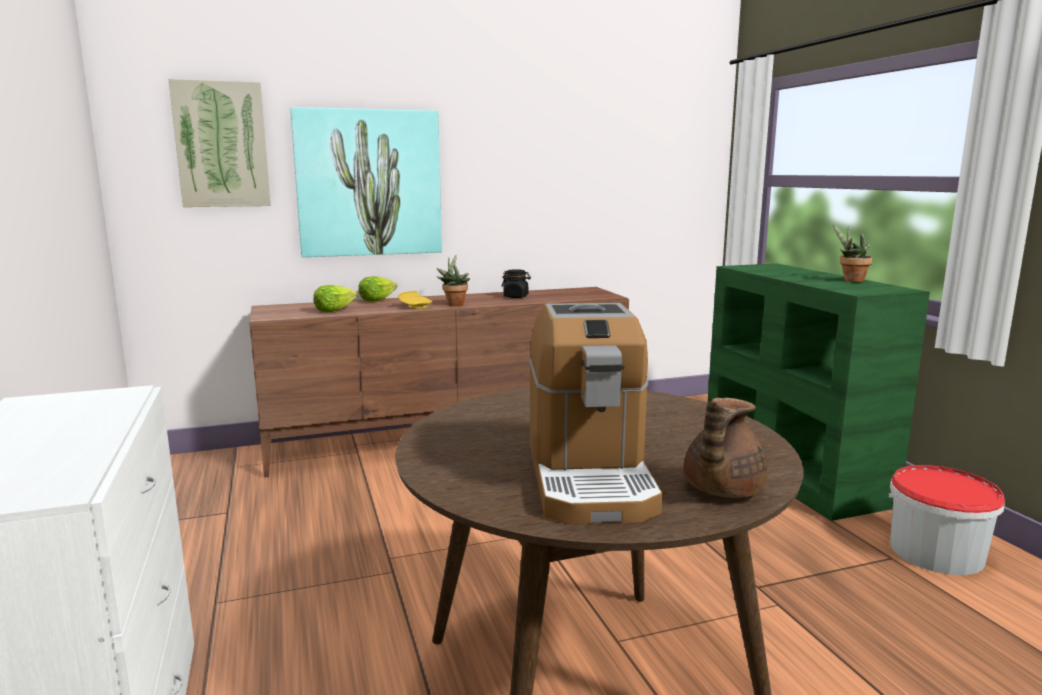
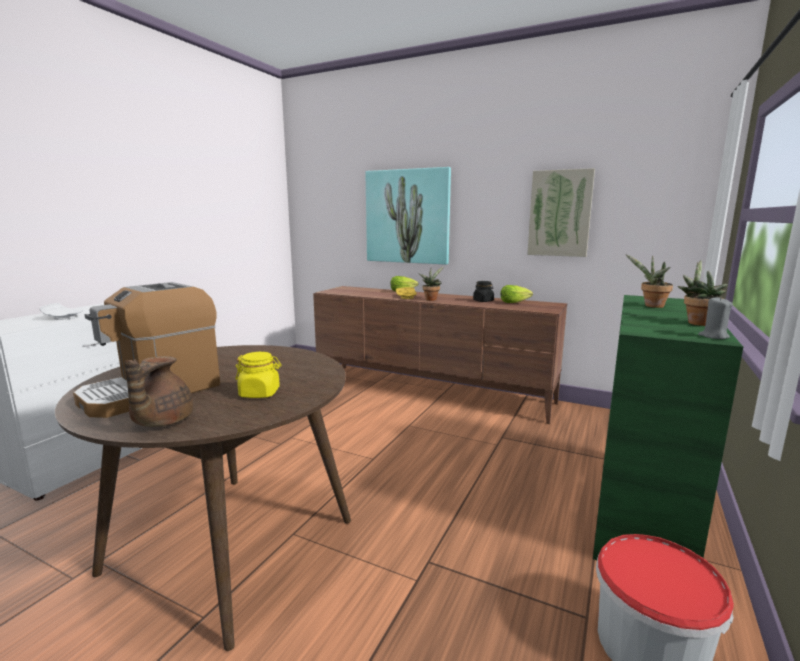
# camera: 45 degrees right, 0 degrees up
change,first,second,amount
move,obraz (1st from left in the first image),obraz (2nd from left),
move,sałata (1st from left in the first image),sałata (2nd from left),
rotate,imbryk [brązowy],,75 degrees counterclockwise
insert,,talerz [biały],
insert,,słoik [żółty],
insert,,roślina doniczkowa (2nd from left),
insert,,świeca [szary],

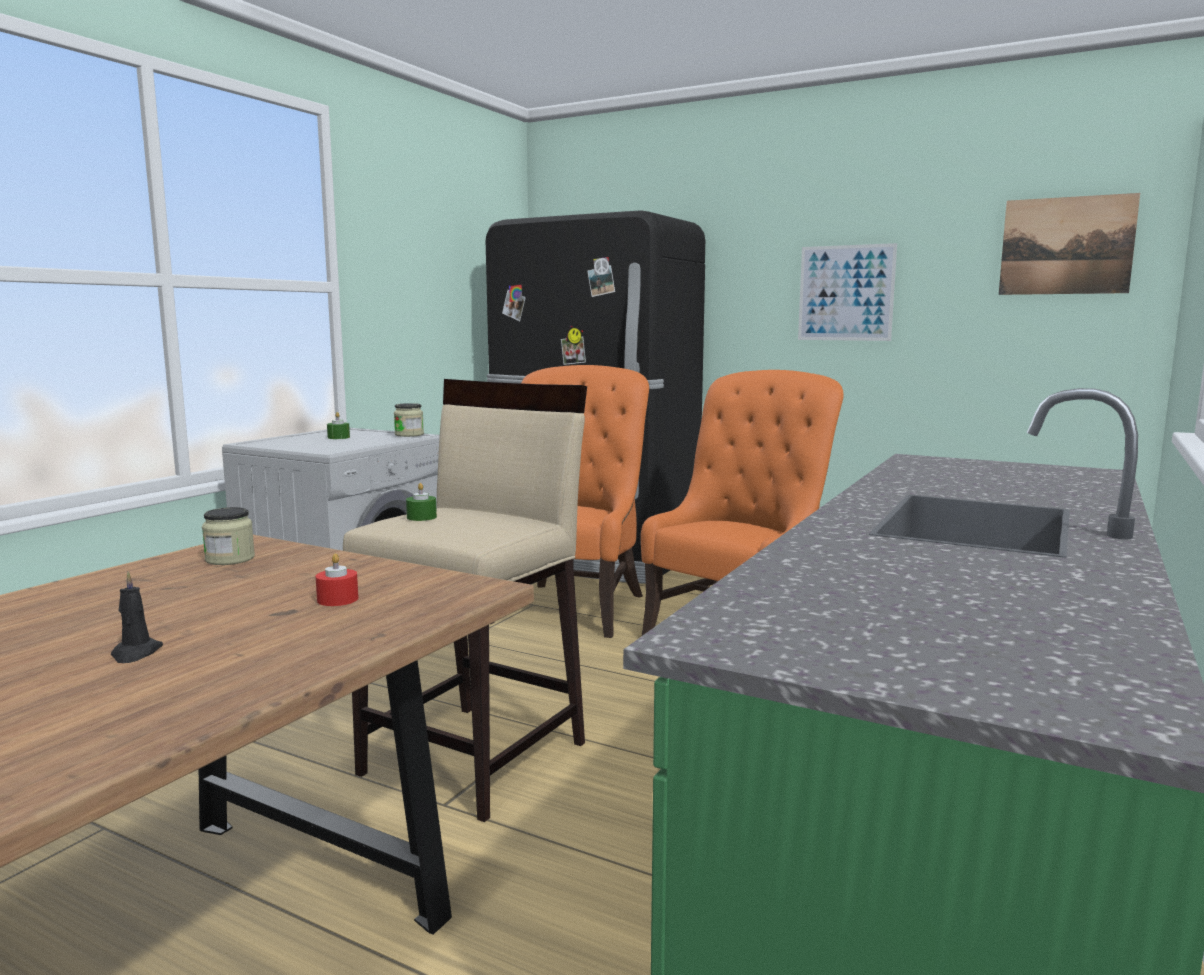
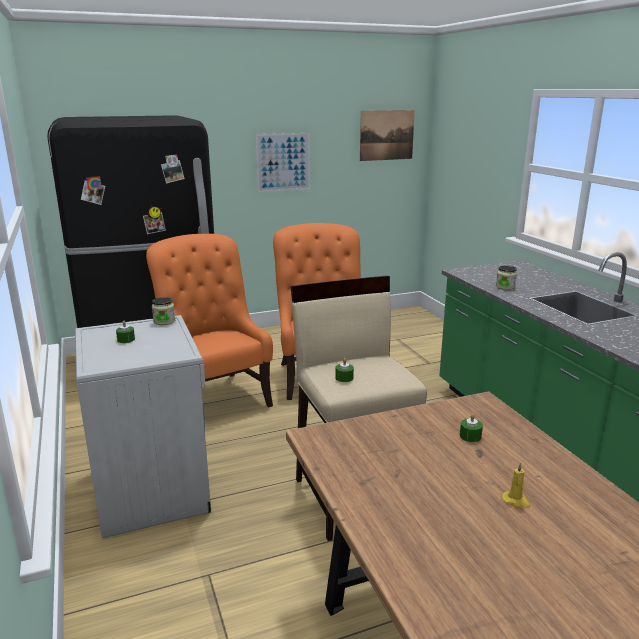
# camera: 50 degrees left, 10 degrees up
change,first,second,amount
recolor,świeca [czarny],świeca [żółty],
move,słoik (1st from left in the first image),słoik (2nd from left),
recolor,świeca [czerwony],świeca [zielony] (3rd from left),

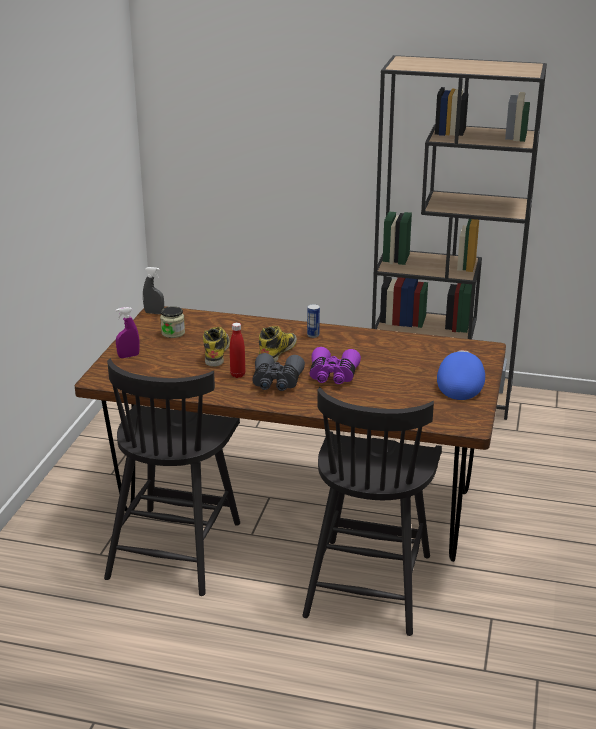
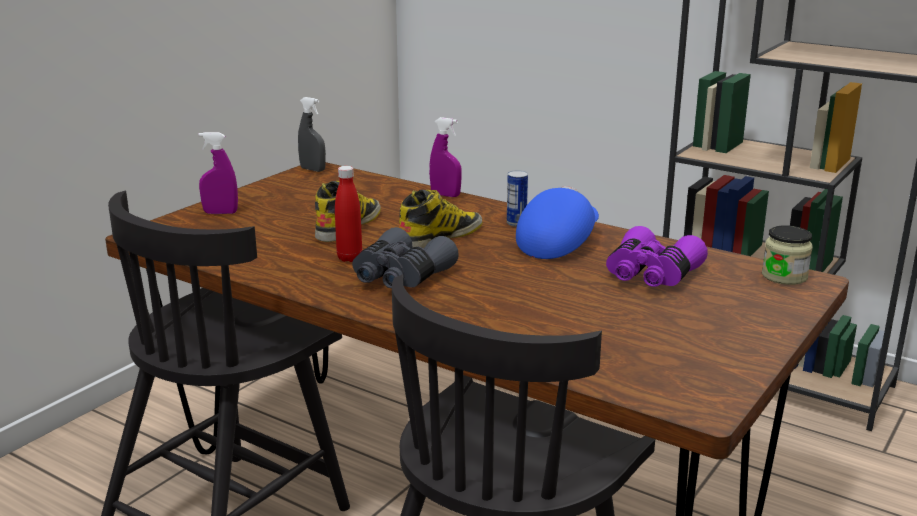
# camera: 20 degrees right, 5 degrees down
change,first,second,amount
move,słoik,,
move,lornetka [fioletowy],,
move,czapka z daszkiem [niebieski],,
insert,,spryskiwacz [fioletowy] (2nd from left),

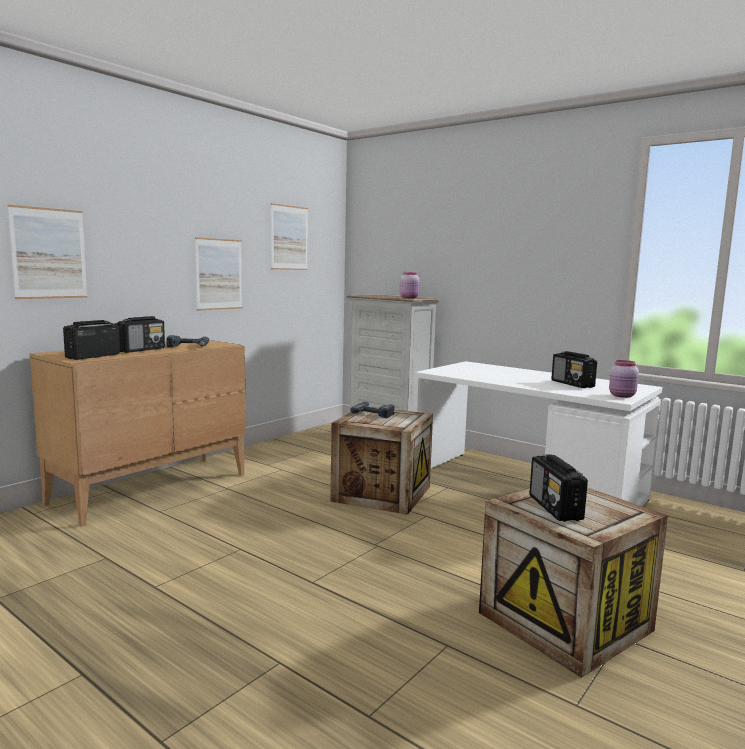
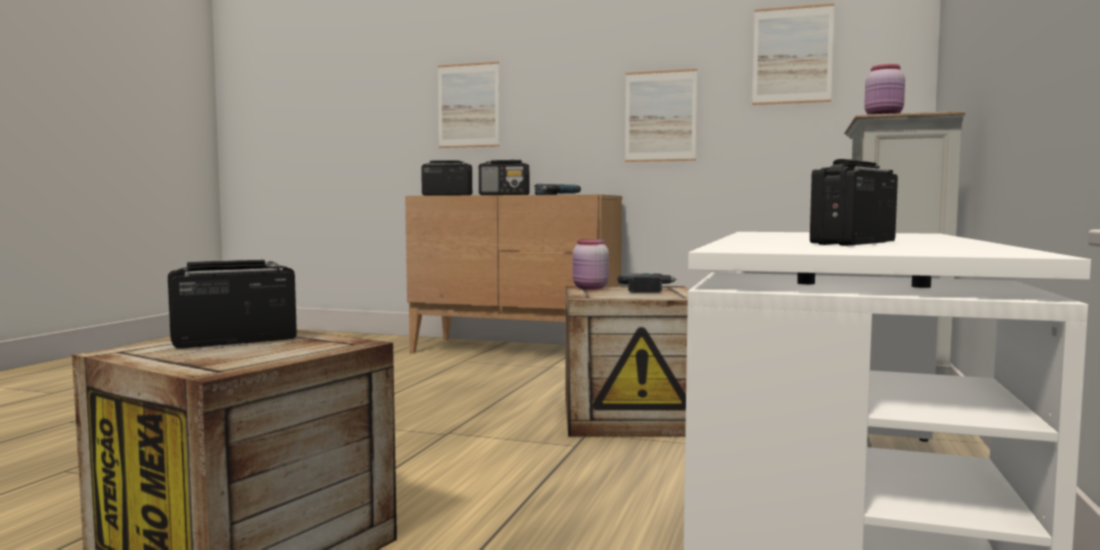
# camera: 70 degrees right, 5 degrees down
change,first,second,amount
move,słoik [różowy] (2nd from left in the first image),słoik [różowy] (1st from left),

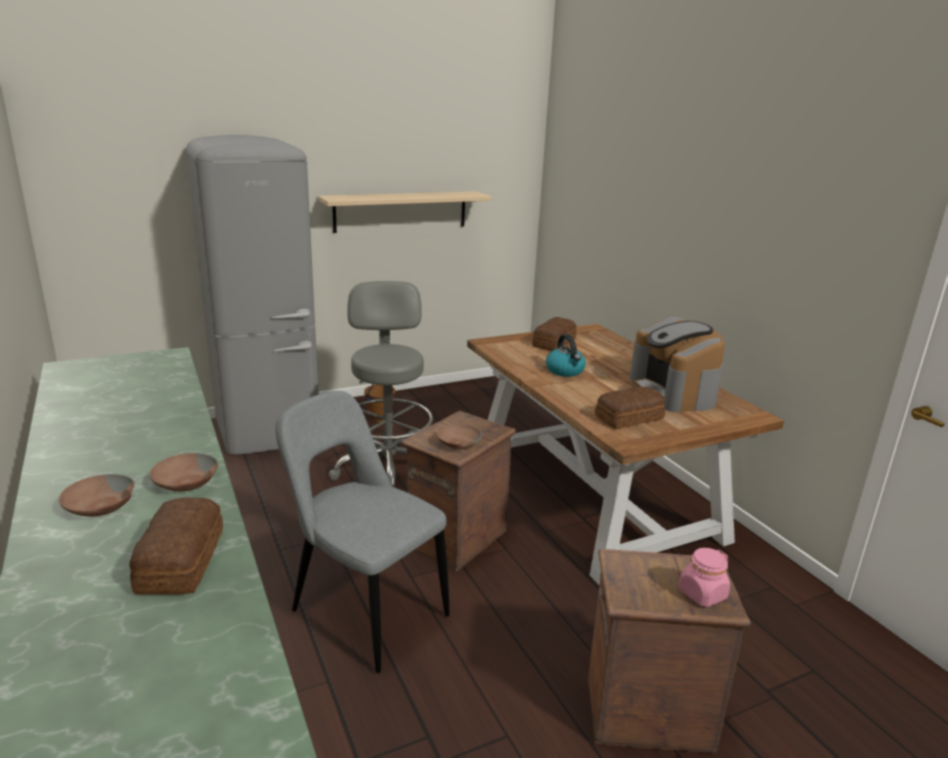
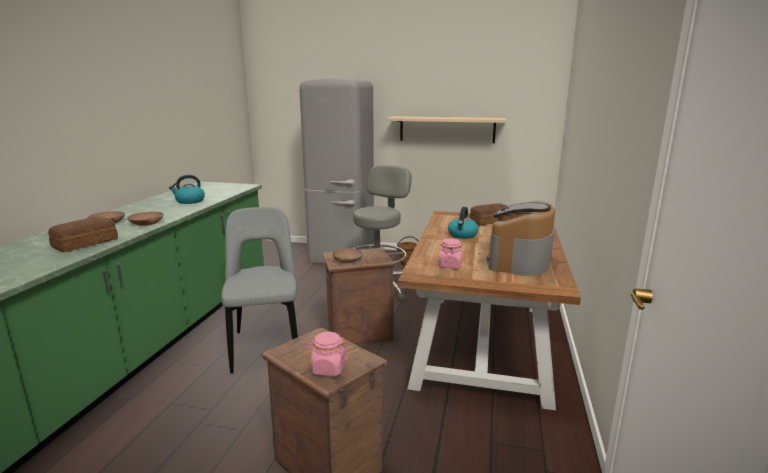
# camera: 40 degrees right, 5 degrees down
change,first,second,amount
replace,chleb (3rd from left),słoik [różowy] (2nd from left),
insert,,czajnik (1st from left),

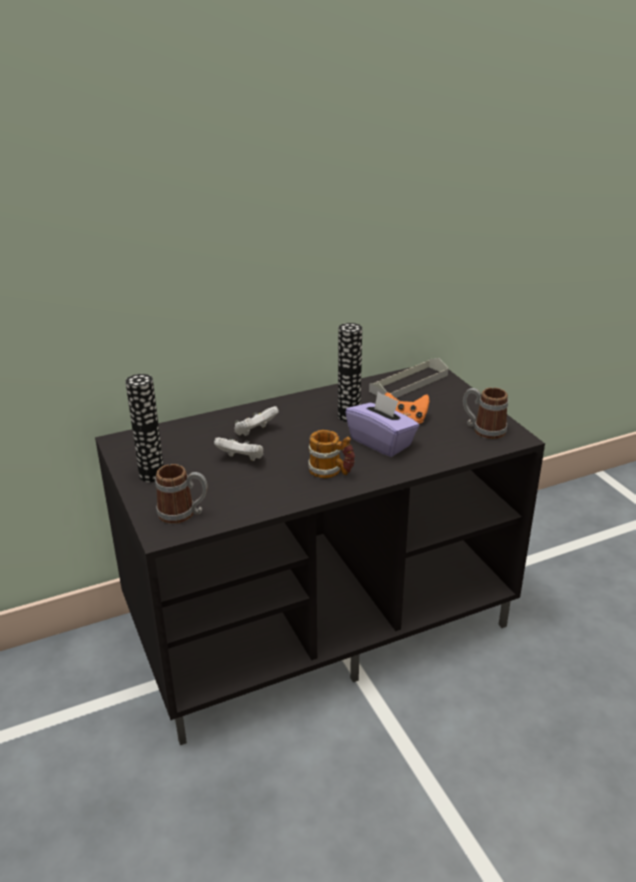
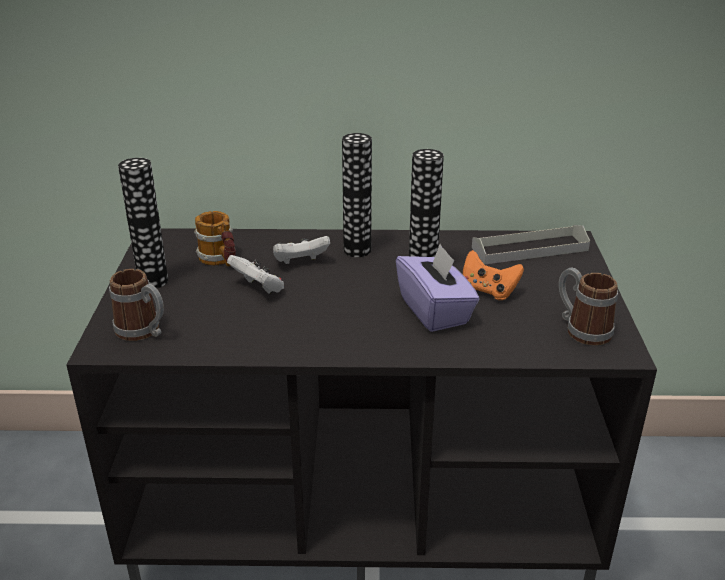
# camera: 25 degrees right, 0 degrees up
change,first,second,amount
move,kubek (2nd from left),,
insert,,wazon (2nd from left),

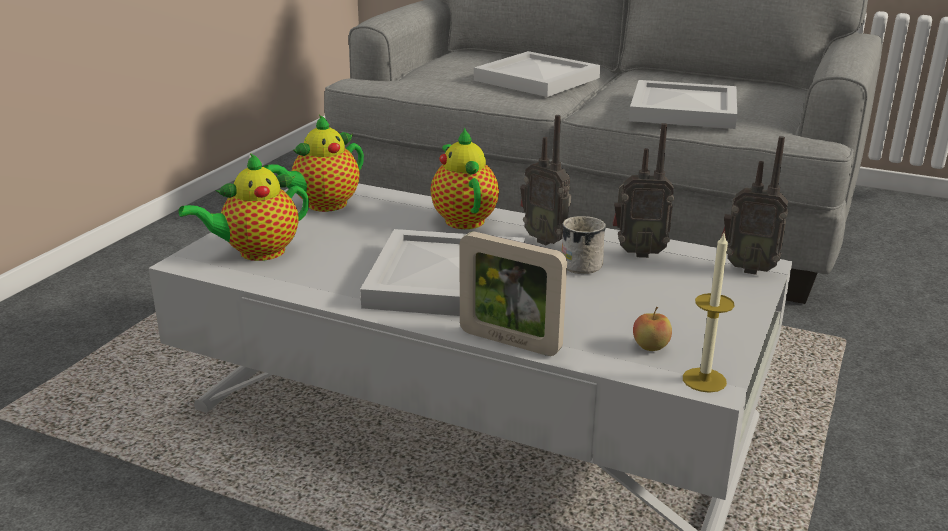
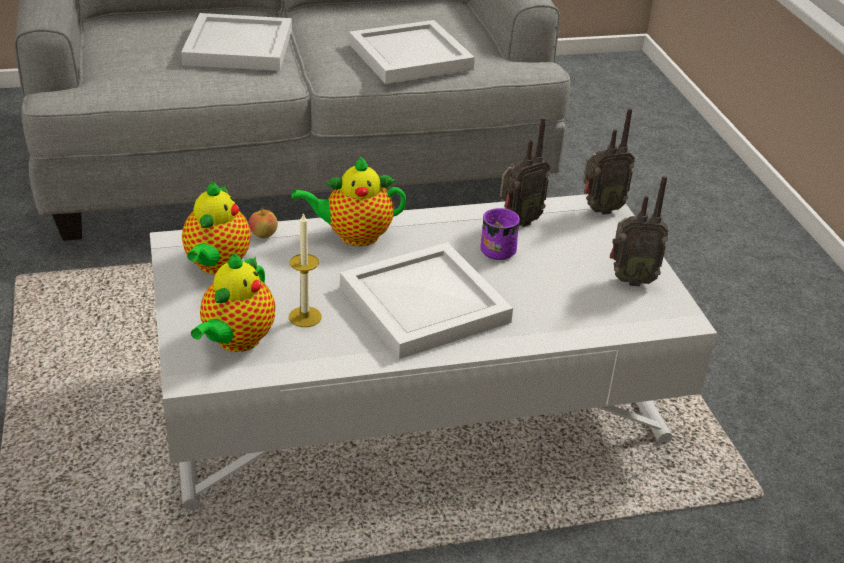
# camera: 40 degrees left, 10 degrees up
change,first,second,amount
rotate,imbryk (3rd from left),,45 degrees counterclockwise
delete,ramka na zdjęcie,,
move,radio (1st from left in the first image),radio (3rd from left),
recolor,kubek [biały],kubek [fioletowy],
move,jabłko,,
move,świeca,,

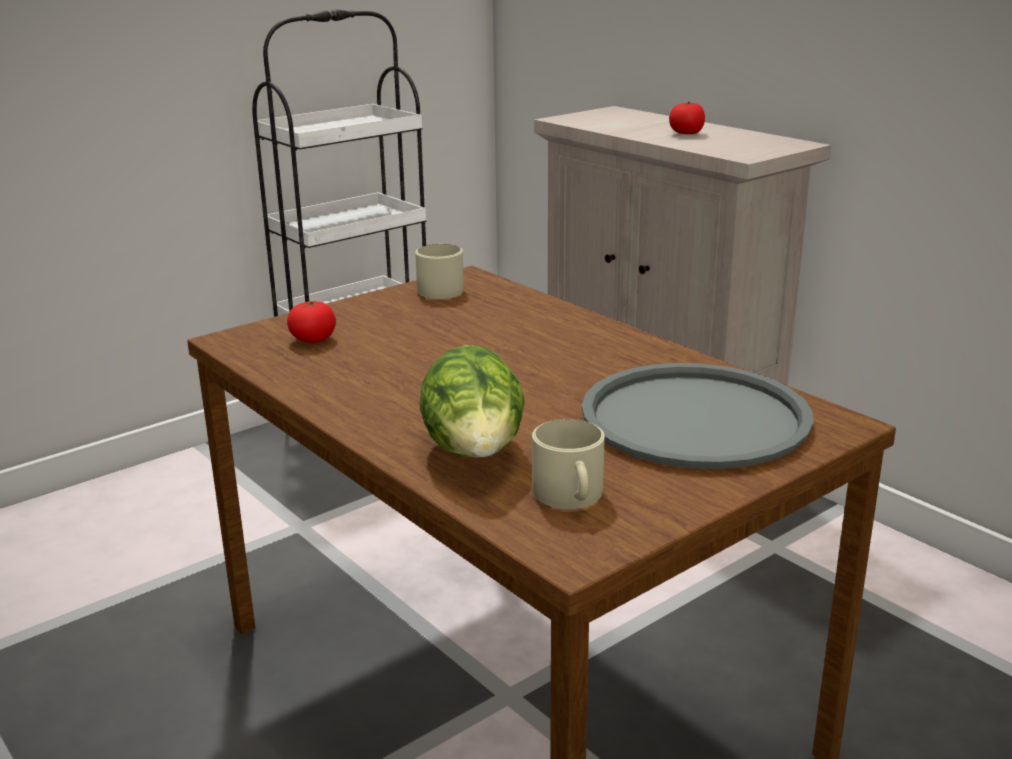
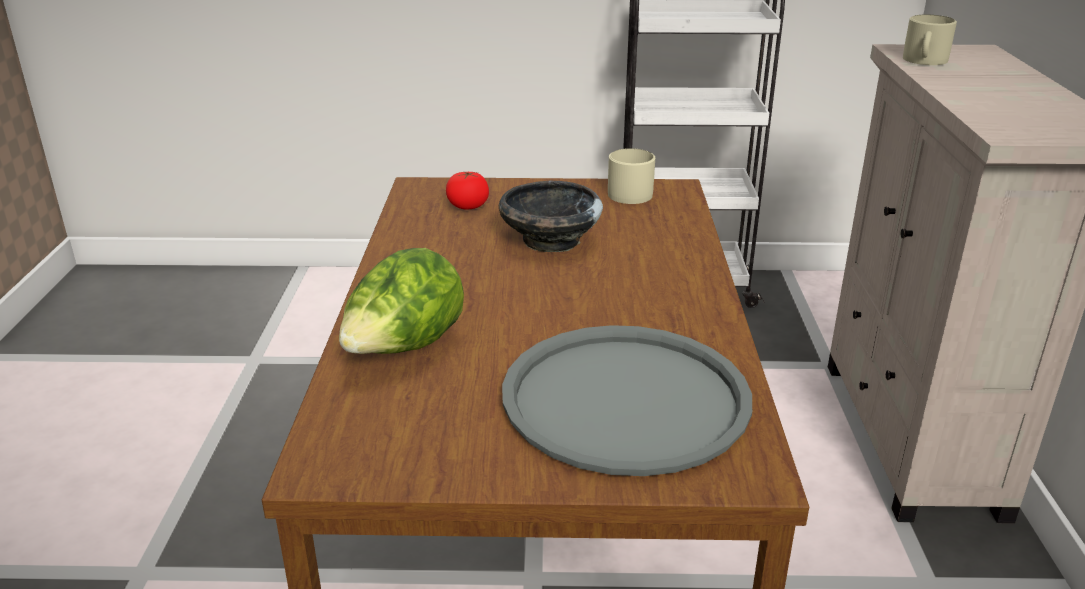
# camera: 40 degrees right, 5 degrees up
change,first,second,amount
move,kubek [beżowy] (2nd from left),,
delete,pomidor (2nd from left),,
insert,,miska [czarny],

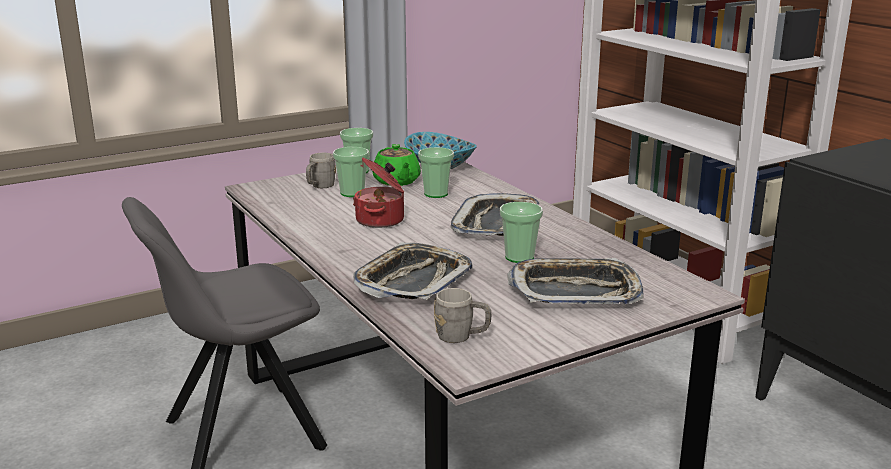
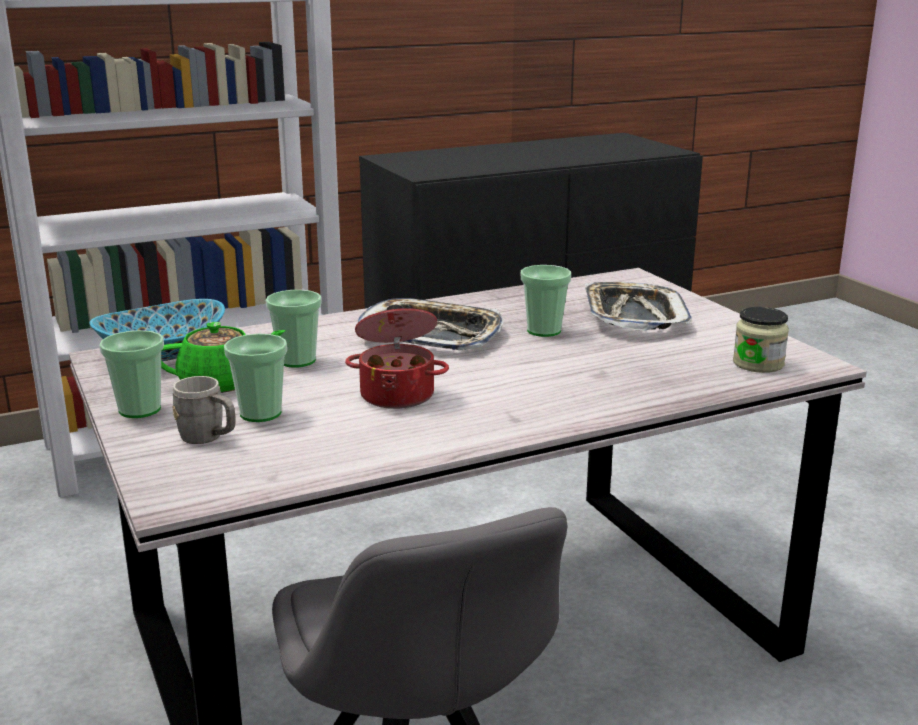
# camera: 85 degrees left, 0 degrees up
change,first,second,amount
delete,taca (1st from left),,
replace,kubek [szary] (2nd from left),słoik,

